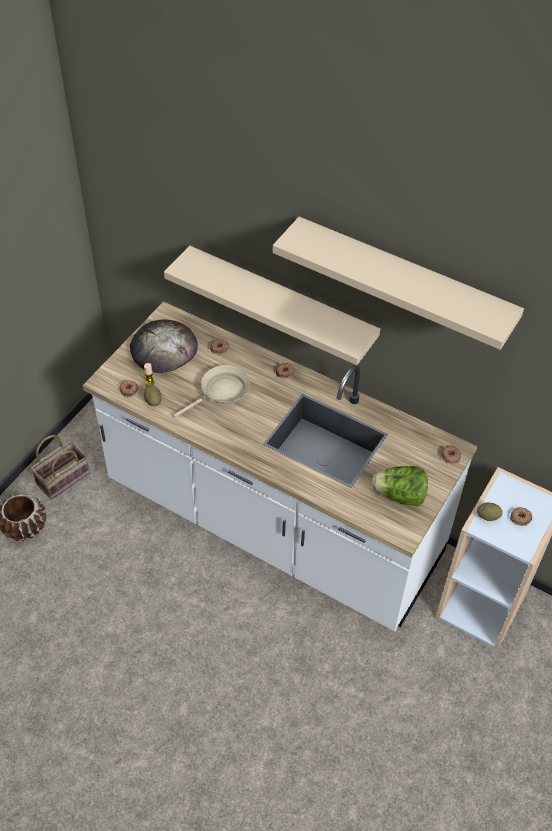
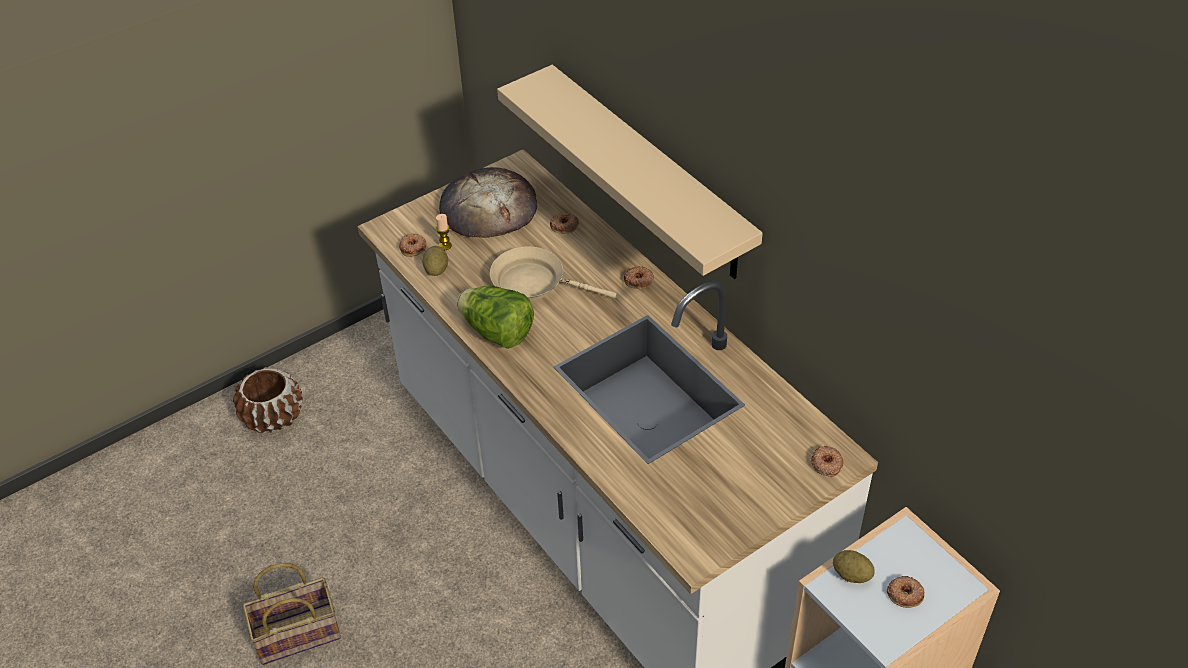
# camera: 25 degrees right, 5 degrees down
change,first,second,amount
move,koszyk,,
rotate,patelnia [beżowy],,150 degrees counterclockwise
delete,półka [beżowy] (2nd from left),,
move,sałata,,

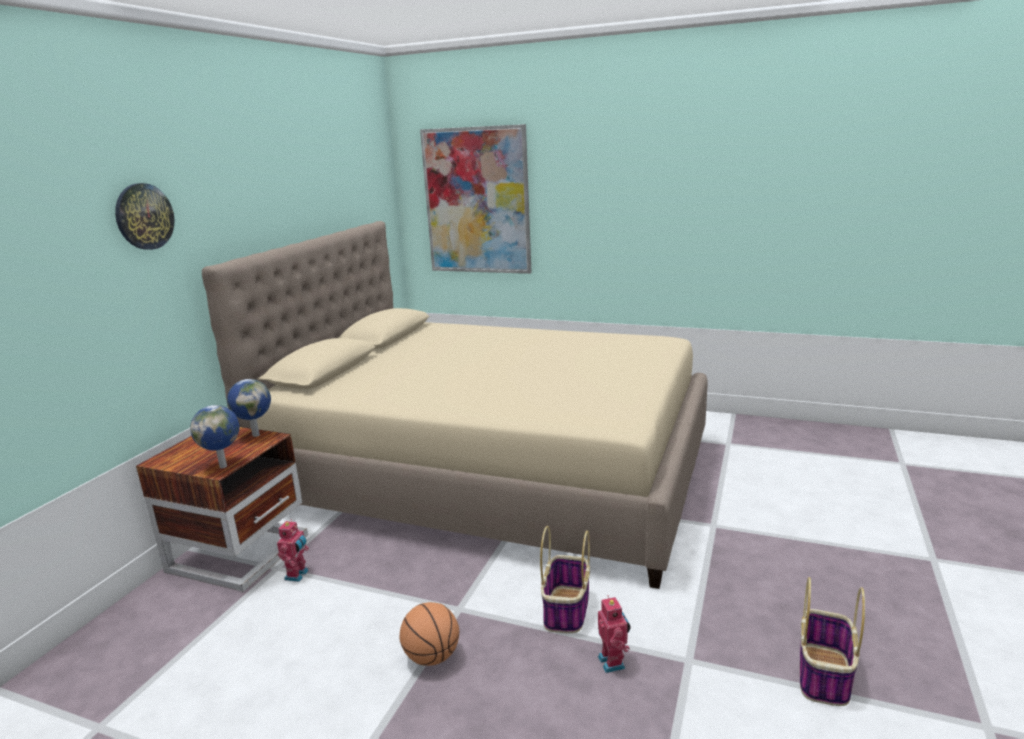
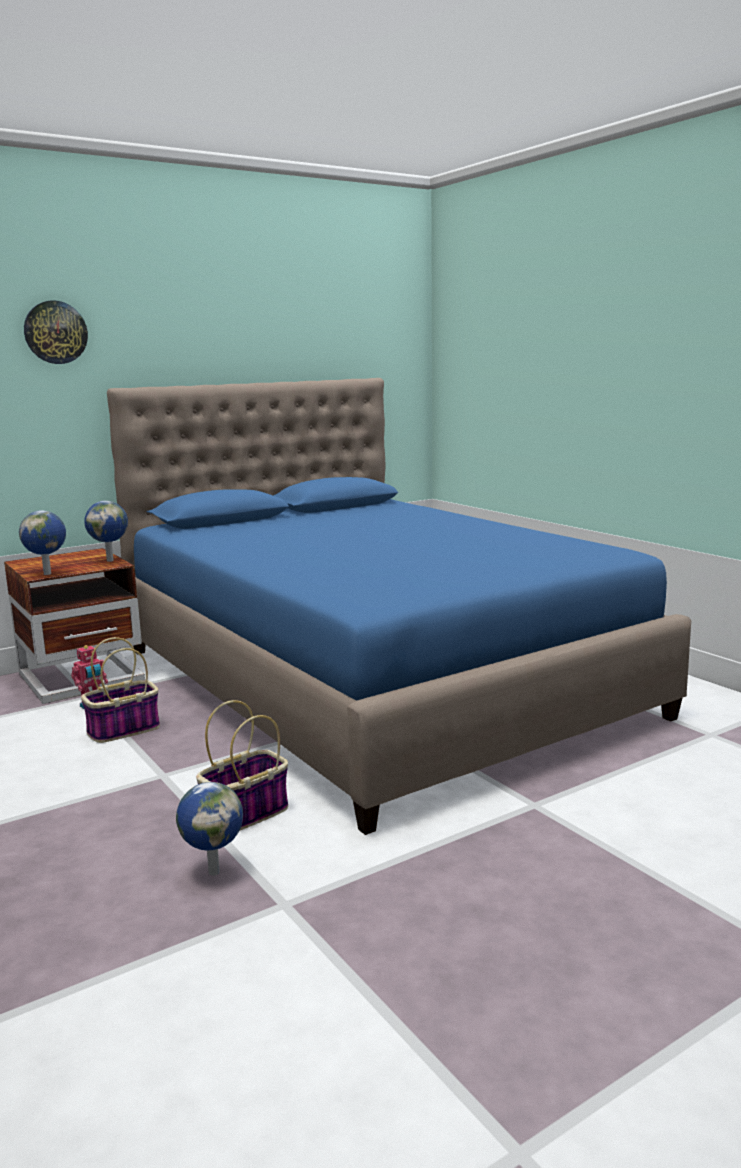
# camera: 35 degrees right, 5 degrees down
change,first,second,amount
recolor,łóżko [beżowy],łóżko [niebieski],
delete,piłka do koszykówki,,
delete,obraz,,
replace,robot zabawkowy (2nd from left),globus (3rd from left),
move,koszyk (2nd from left in the first image),koszyk (1st from left),

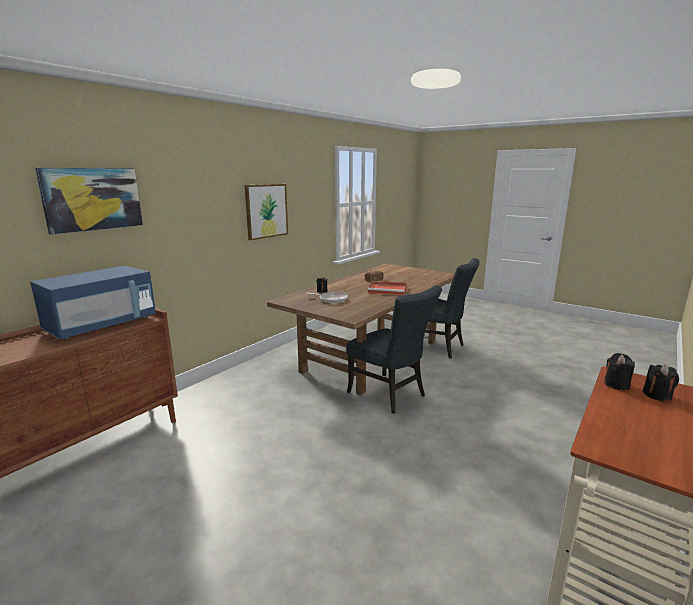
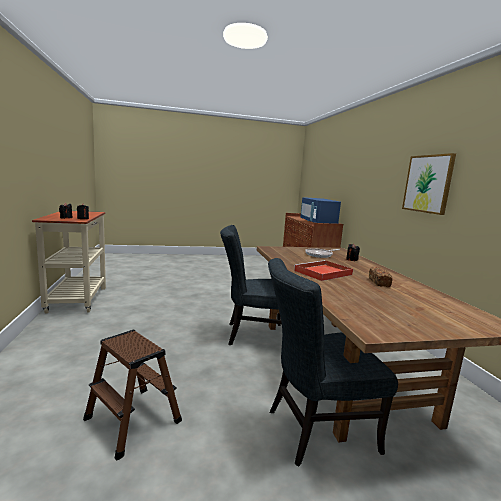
# camera: 130 degrees right, 5 degrees down
change,first,second,amount
delete,obraz (1st from left),,
insert,,drabinka [brązowy],

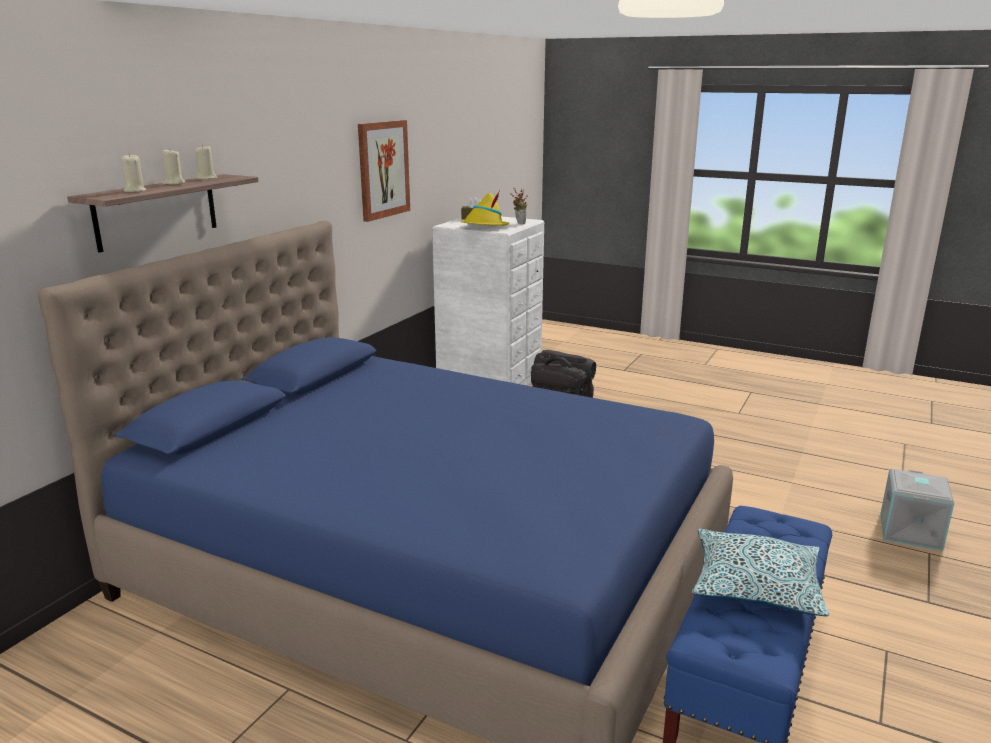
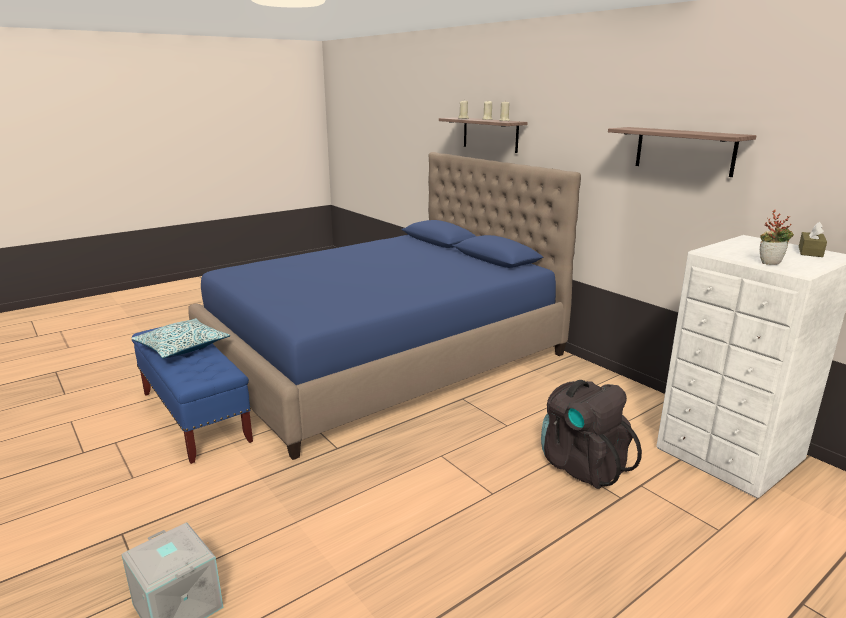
# camera: 115 degrees right, 0 degrees up
change,first,second,amount
replace,obraz,półka (2nd from left),
delete,kapelusz [żółty],,

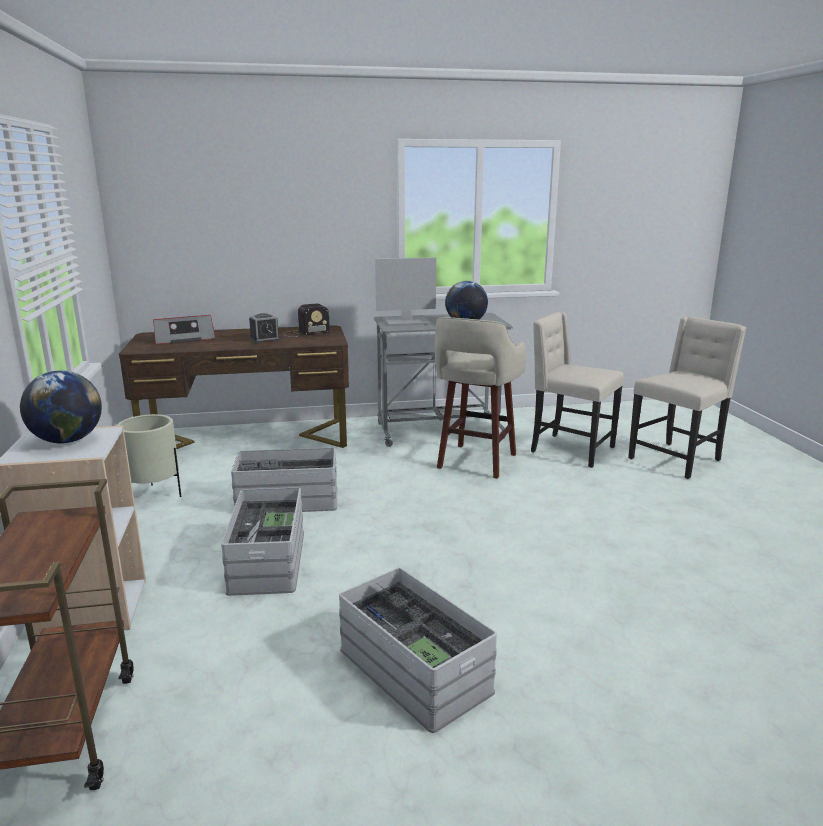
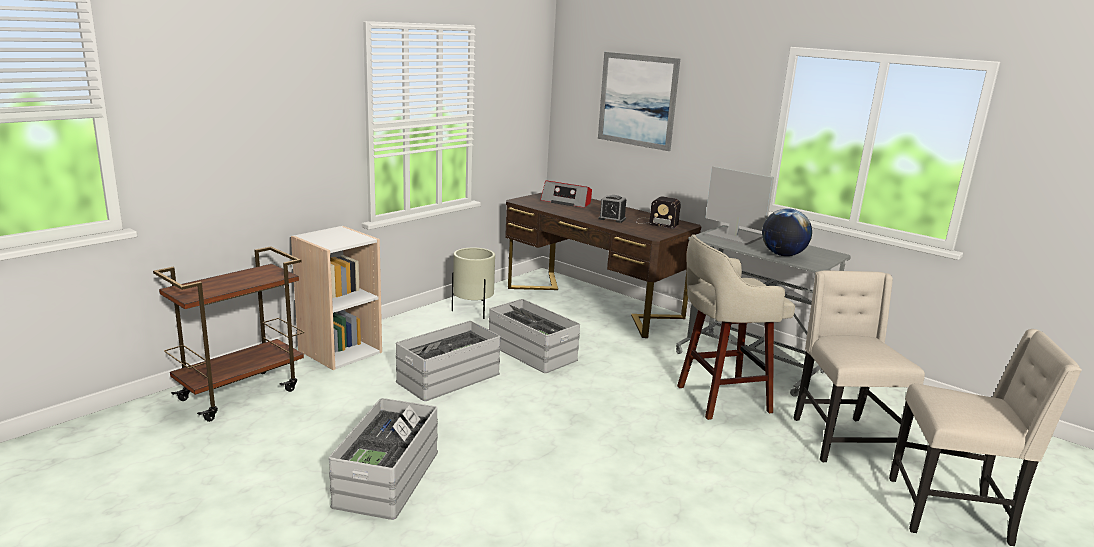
# camera: 50 degrees right, 0 degrees up
change,first,second,amount
delete,globus (1st from left),,
insert,,obraz,

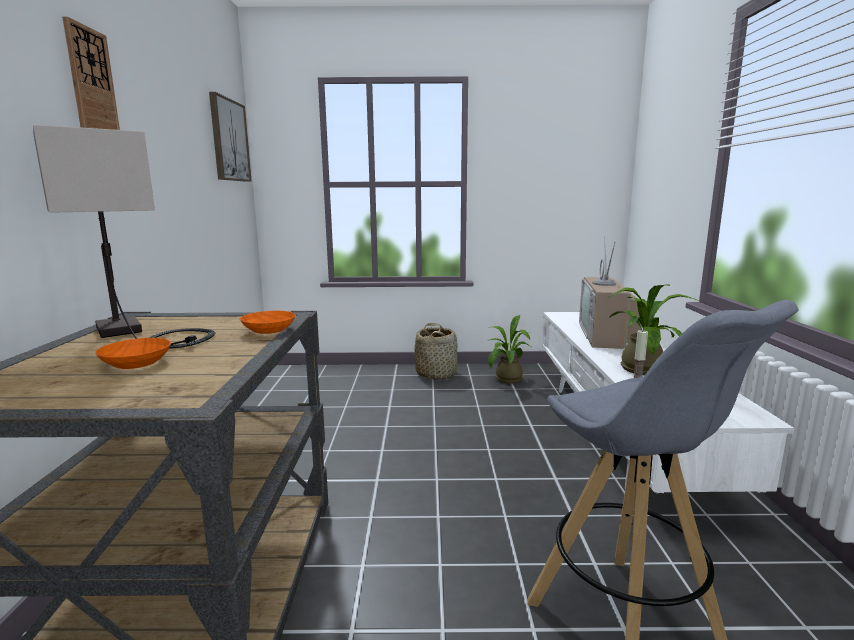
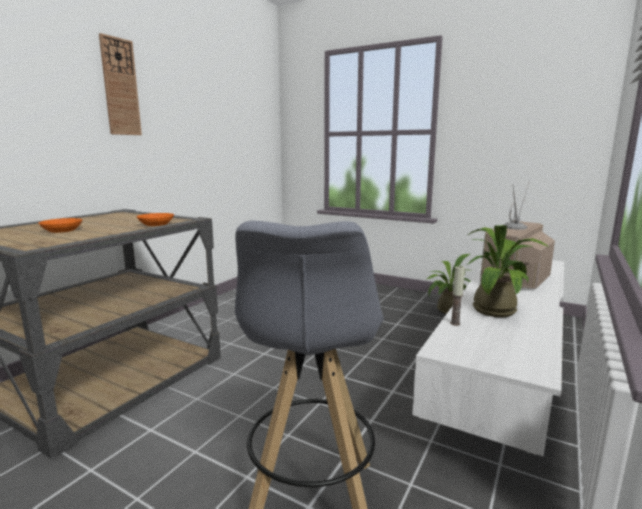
# camera: 30 degrees right, 0 degrees up
change,first,second,amount
delete,lampa stołowa,,
delete,obraz,,
delete,koszyk,,

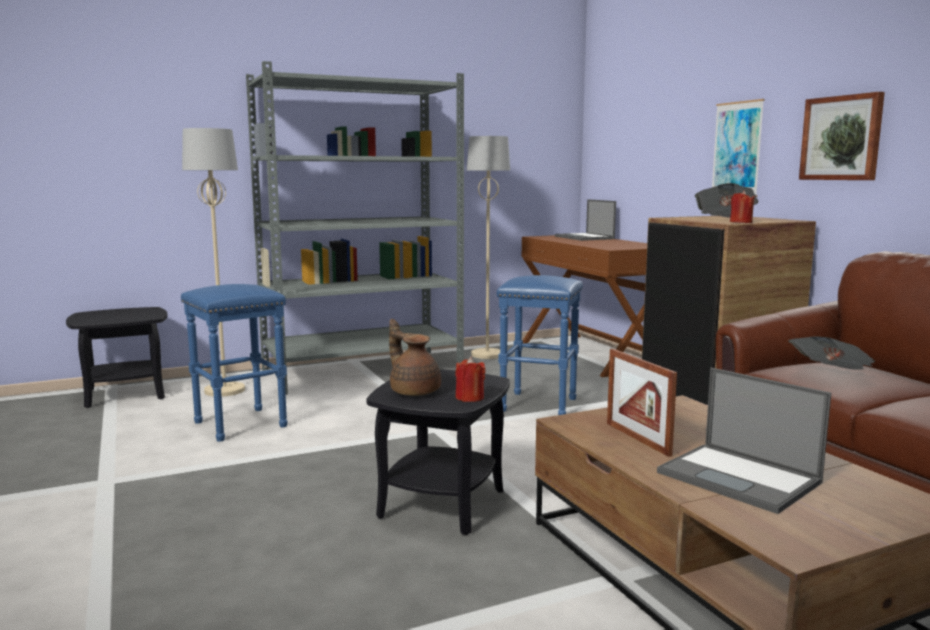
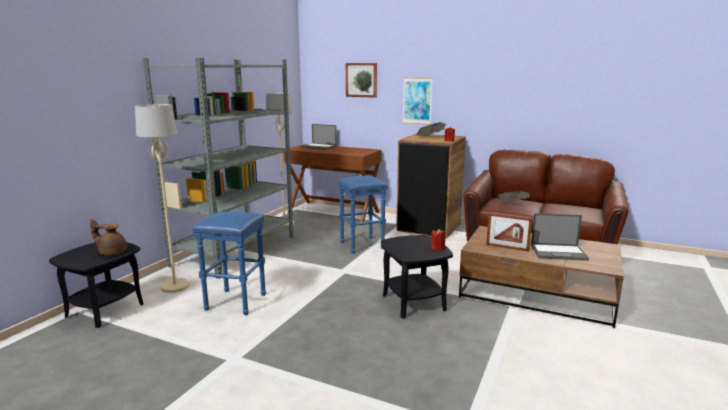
# camera: 40 degrees left, 5 degrees up
change,first,second,amount
move,imbryk [brązowy],,
move,obraz (2nd from left in the first image),obraz (1st from left),

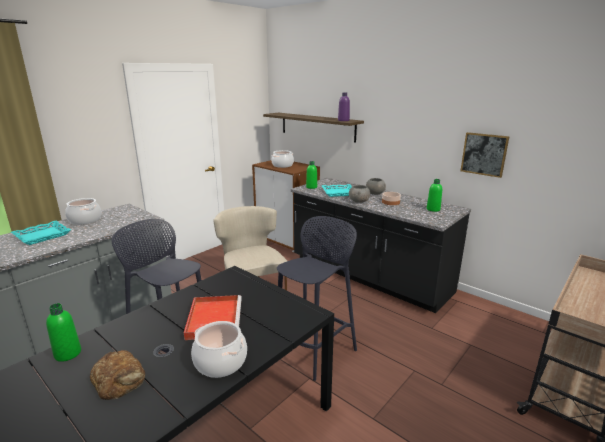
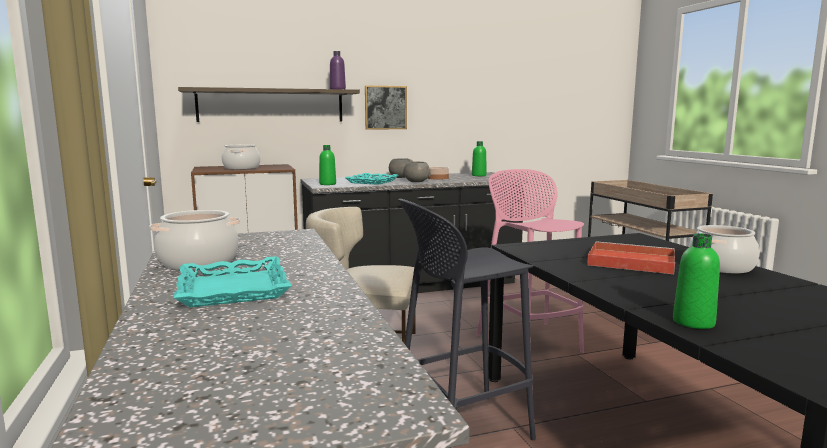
# camera: 60 degrees left, 10 degrees down
change,first,second,amount
delete,chleb,,
recolor,stołek [szary] (2nd from left),stołek [różowy],
move,obraz,,

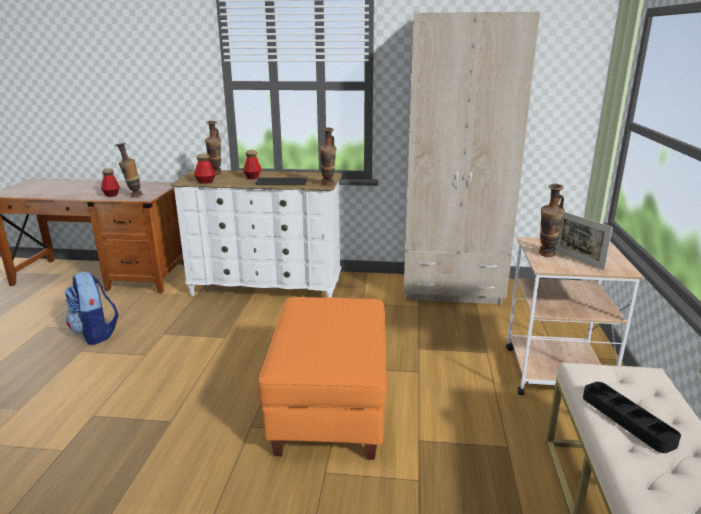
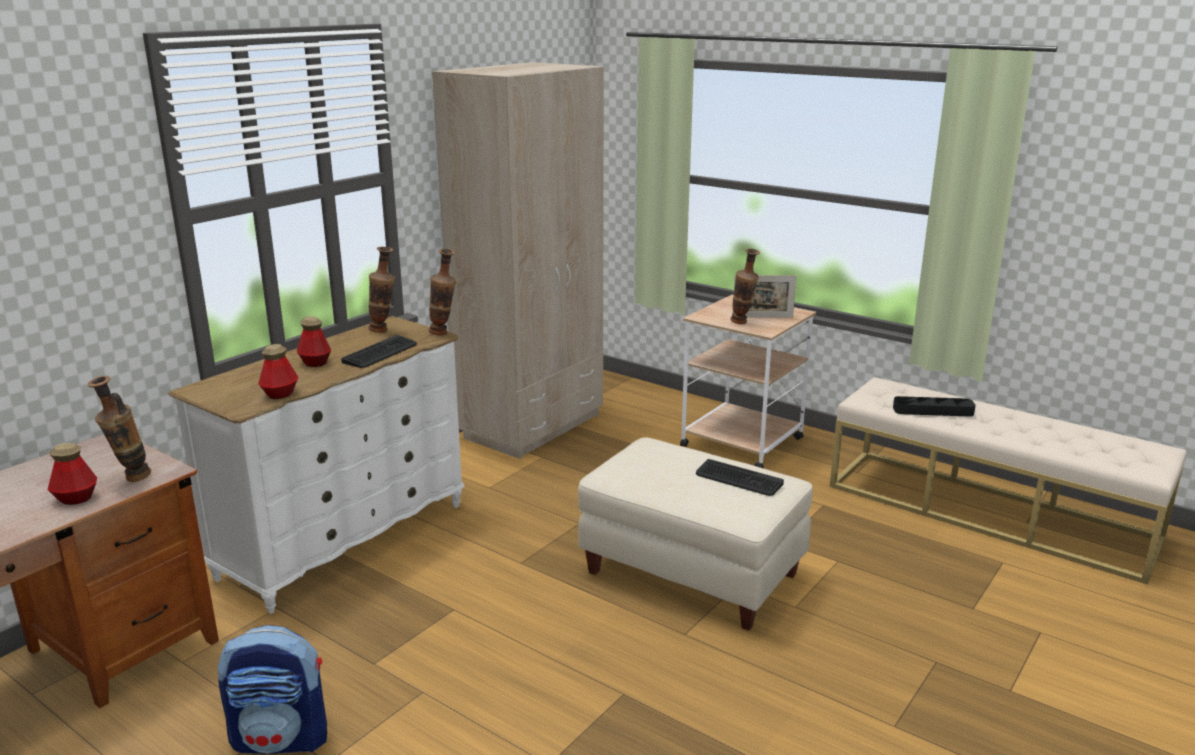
# camera: 60 degrees left, 0 degrees up
change,first,second,amount
move,wazon (2nd from left),,
recolor,pufa [pomarańczowy],pufa [beżowy],
insert,,klawiatura (2nd from left),

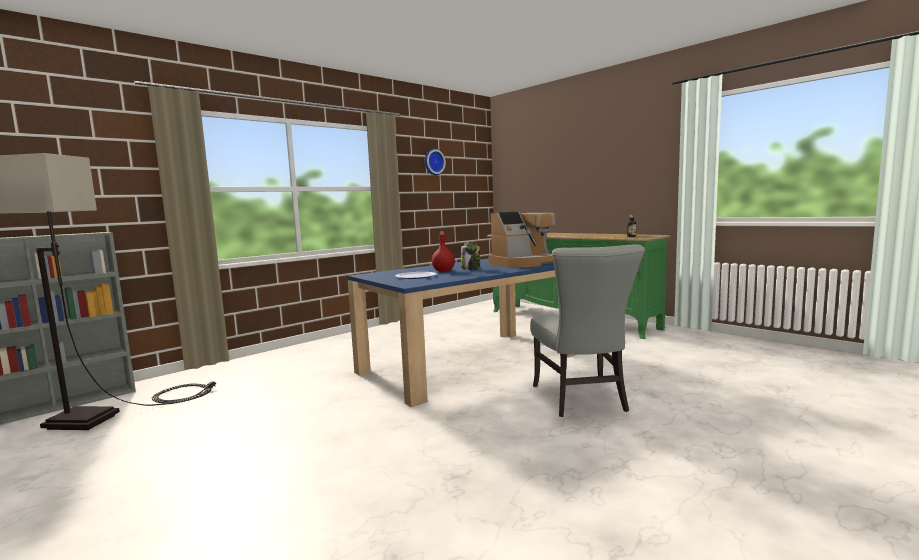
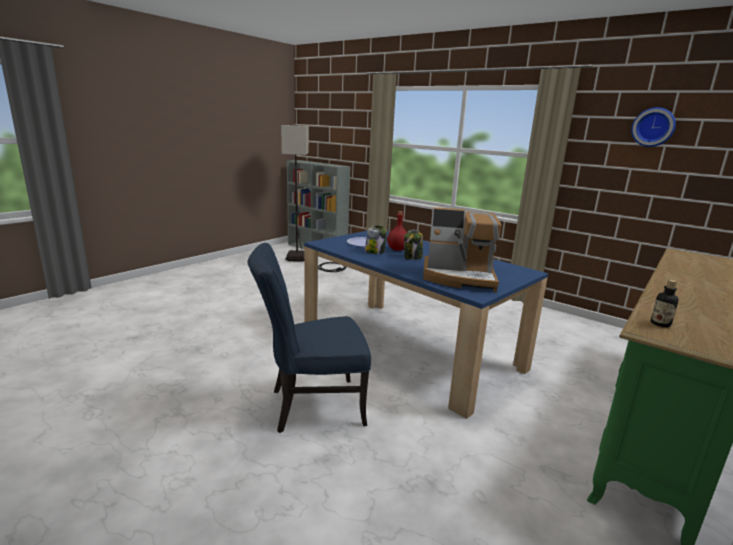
# camera: 80 degrees right, 10 degrees up
change,first,second,amount
rotate,ekspres do kawy,,45 degrees counterclockwise
recolor,krzesło [szary],krzesło [niebieski],
insert,,słoik (1st from left),

